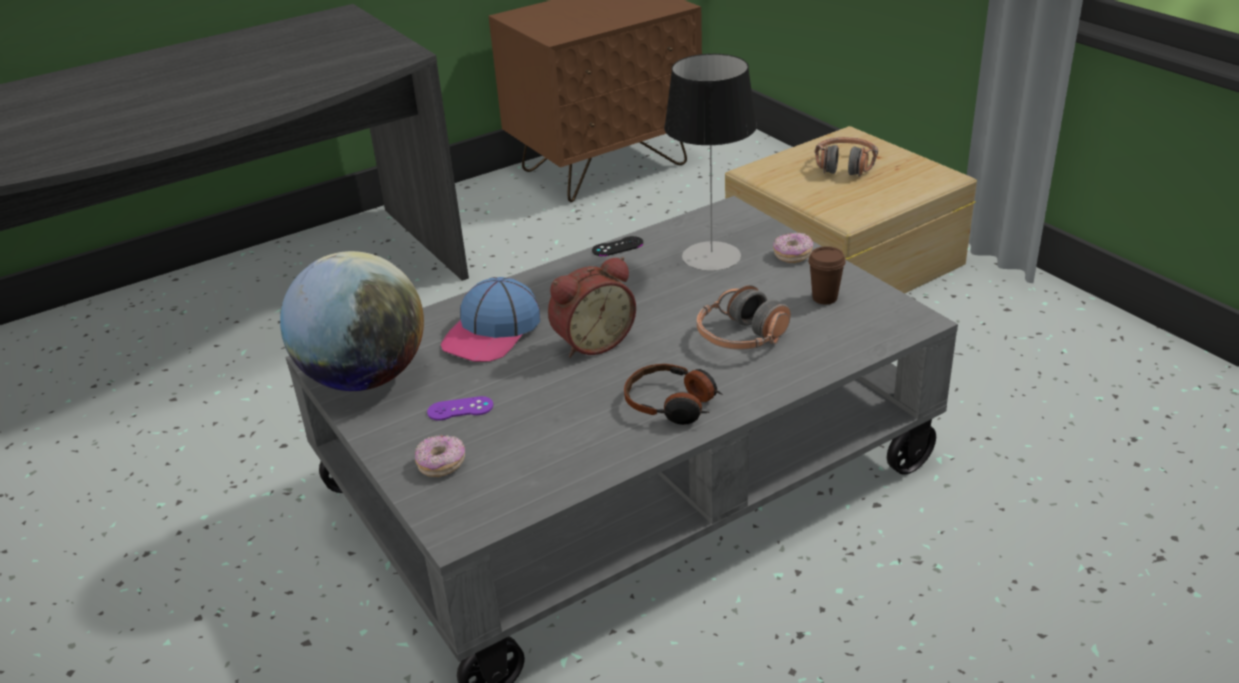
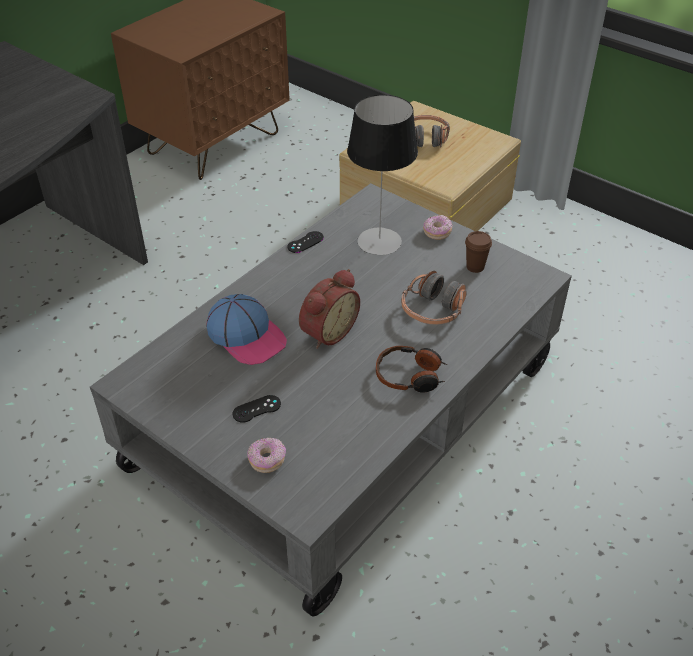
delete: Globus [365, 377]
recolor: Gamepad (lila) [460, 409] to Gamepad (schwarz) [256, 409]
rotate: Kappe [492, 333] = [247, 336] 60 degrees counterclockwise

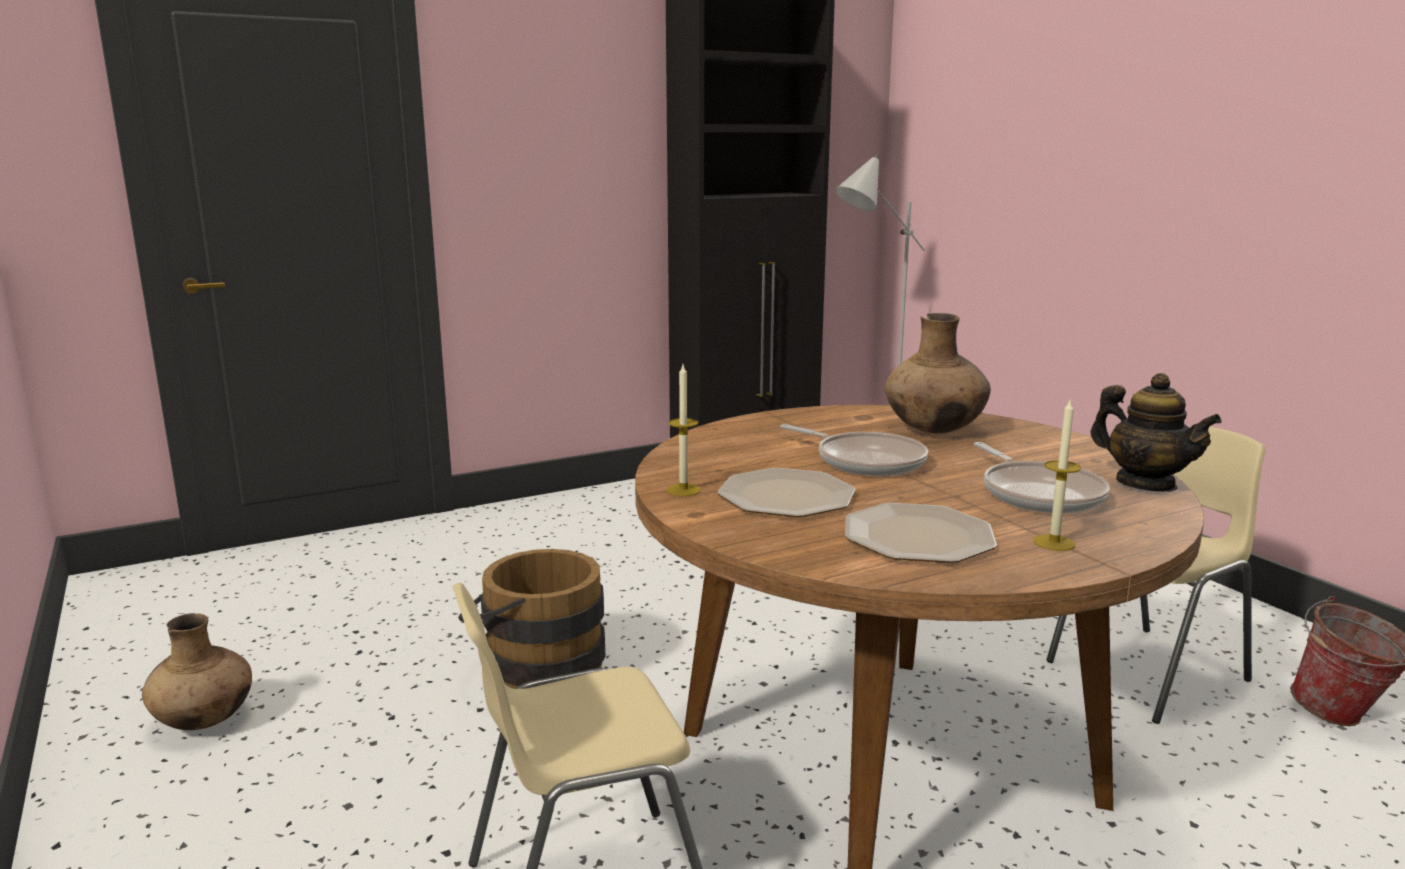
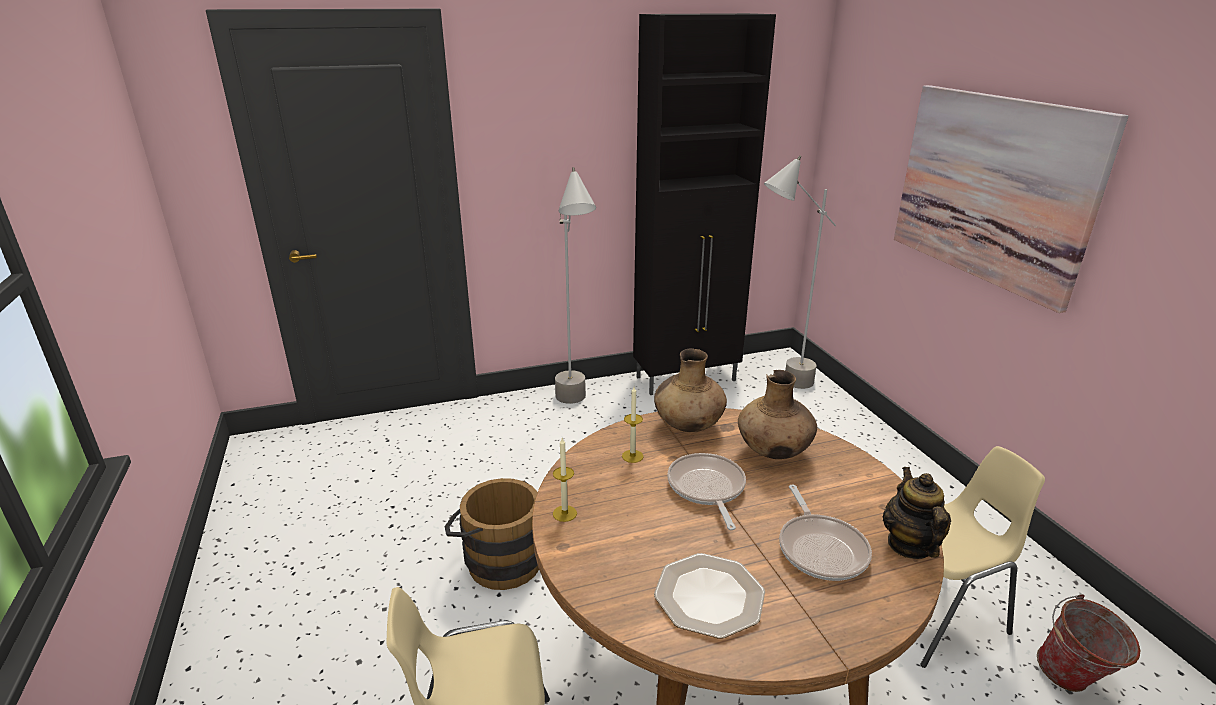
delete: Teller [787, 496]
insert: Stehlampe (grau) [575, 408]; Bild [991, 189]
move: Vase (braun) [204, 720] to [688, 425]; Kerze [1054, 543] to [632, 456]
rotate: Pfanne [865, 461] = [707, 488] 150 degrees counterclockwise; Teekanne [1145, 484] = [909, 545] 150 degrees counterclockwise

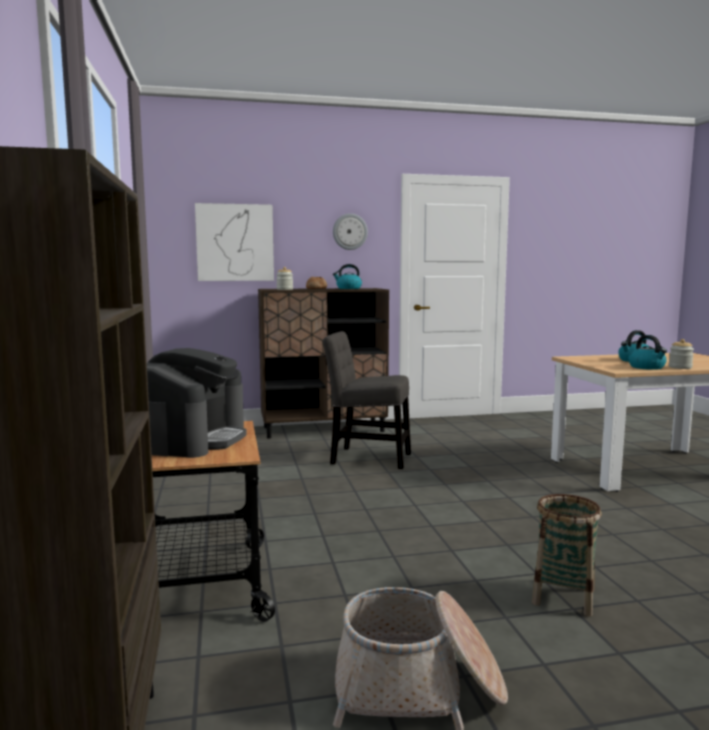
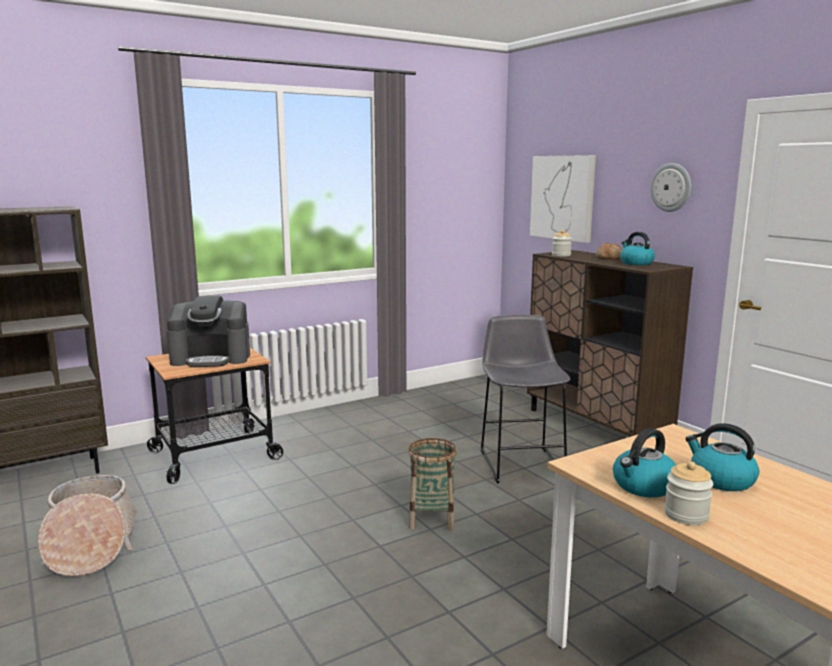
move: Korb [563, 597] to [431, 518]
replace: Stuhl (grau) [366, 458] to Hocker (grau) [521, 462]

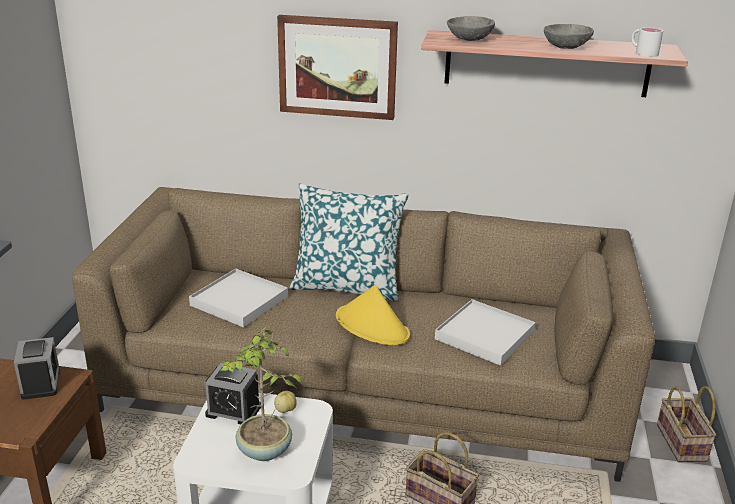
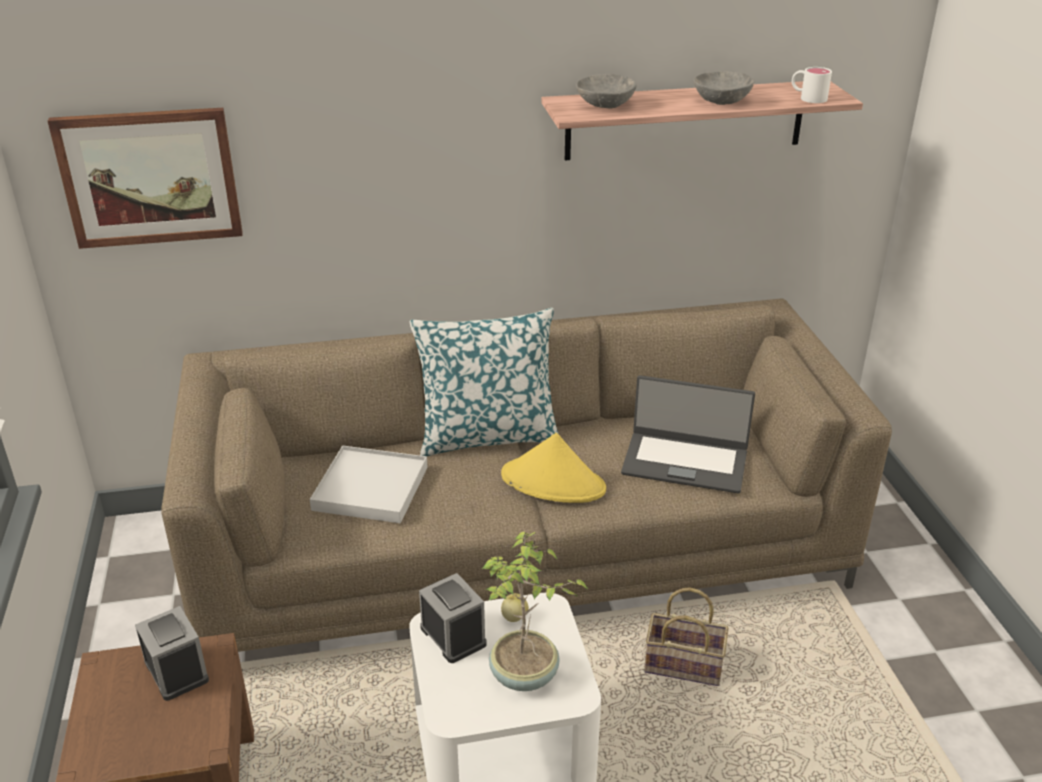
delete: Korb [683, 444]
move: Bild [337, 67] to [150, 177]
replace: Tablett (weiß) [485, 335] to Laptop [685, 462]
rotate: Wecker [233, 410] = [453, 636] 120 degrees counterclockwise

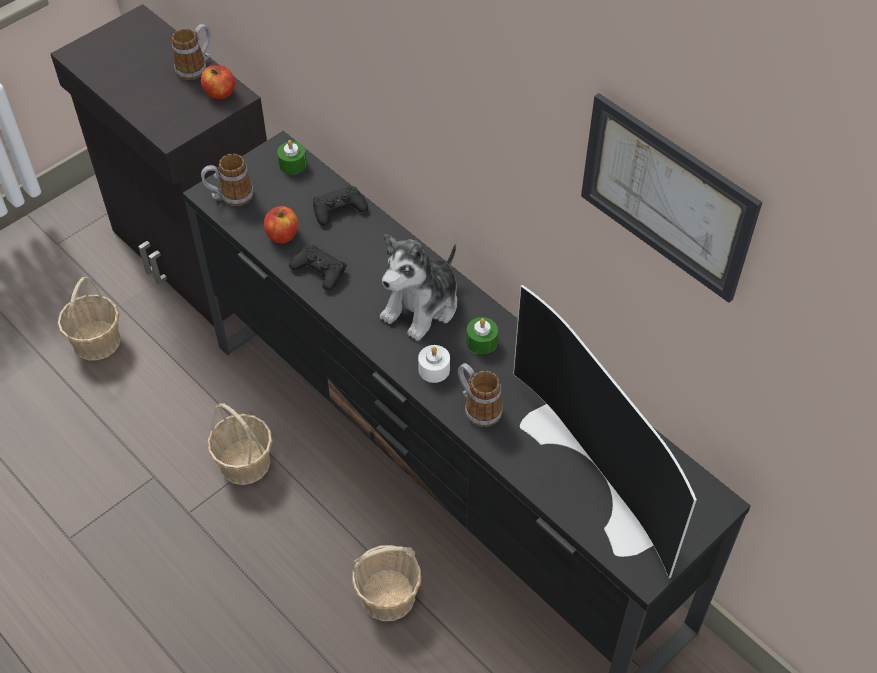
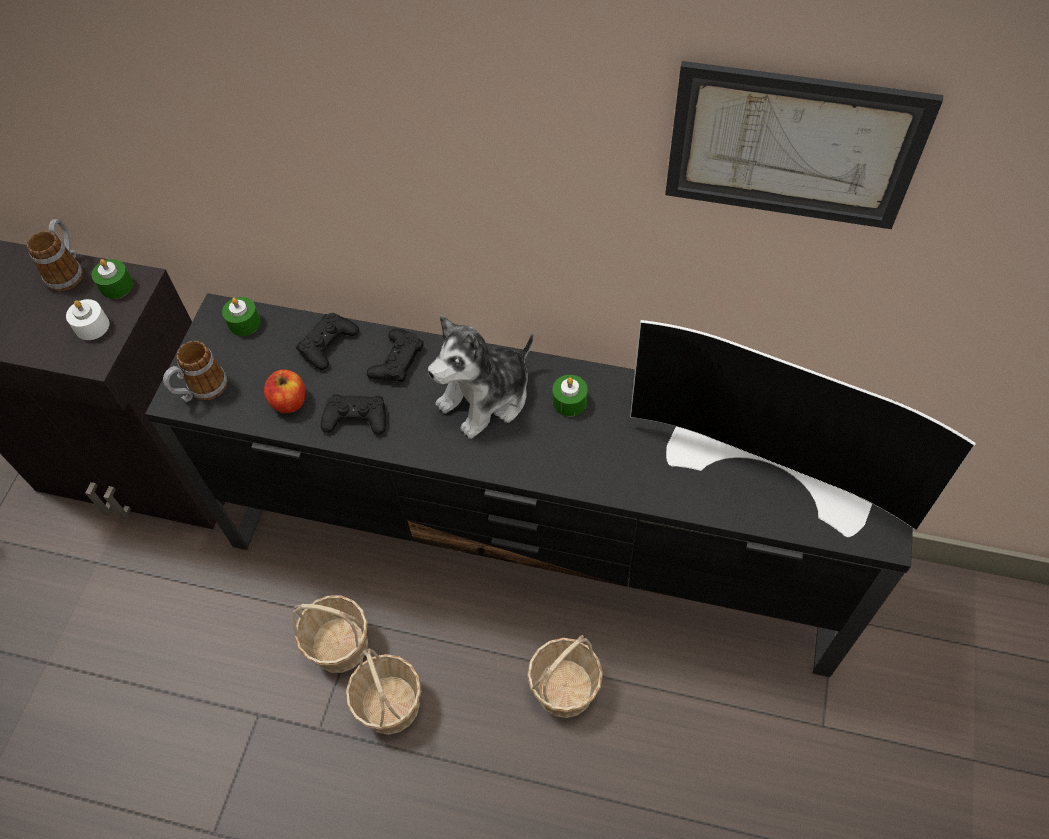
delete: Henkelbecher [477, 407]
insert: Gamepad (schwarz) [396, 360]
move: Korb [97, 341] to [390, 704]; Kerze (weiß) [434, 369] to [92, 326]
replace: Apfel [220, 93] to Kerze (grün) [116, 286]
rotate: Plüschtier [422, 306] = [486, 398] 45 degrees clockwise

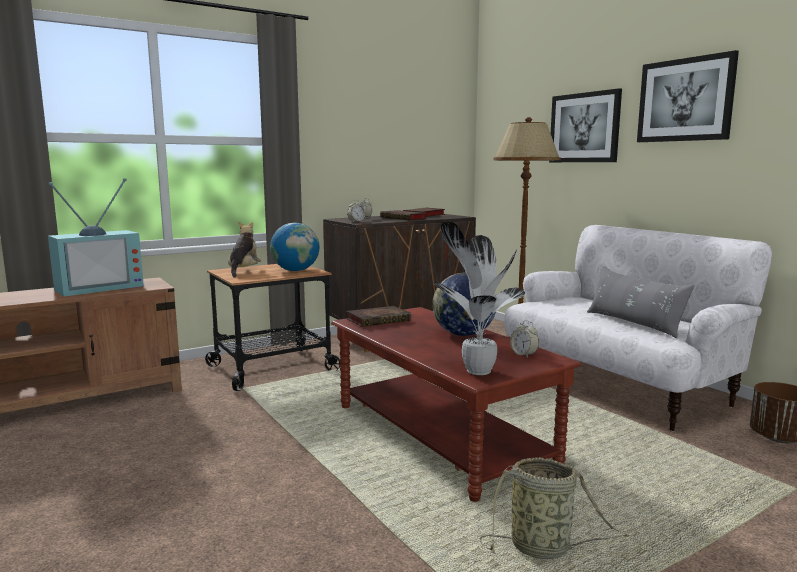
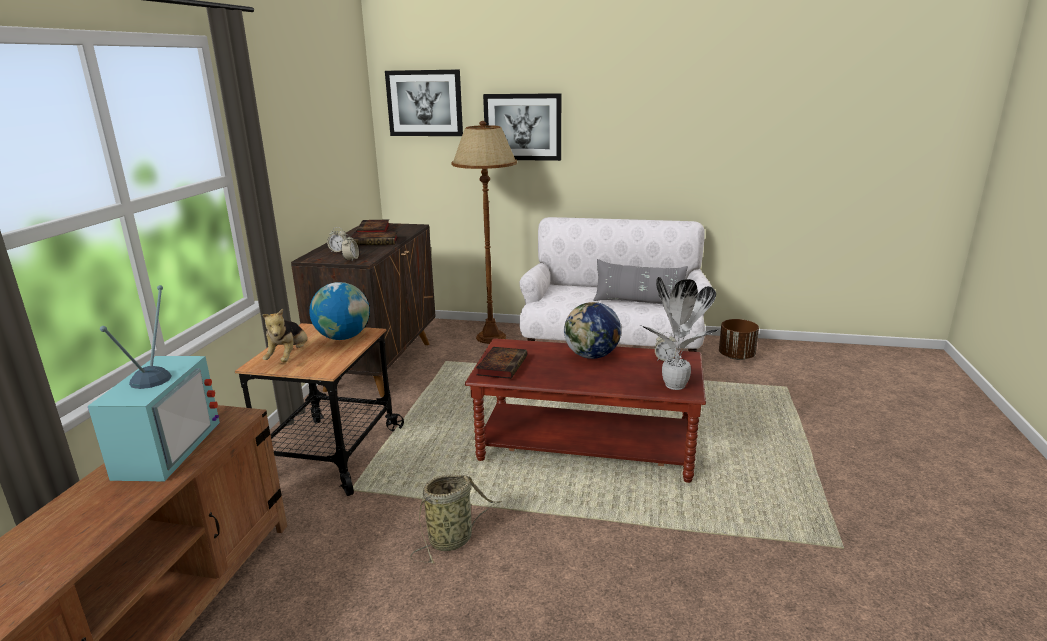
move: Korb [544, 548] to [453, 539]; Bild [685, 100] to [424, 103]
rotate: Plüschtier [244, 271] = [289, 357] 135 degrees counterclockwise

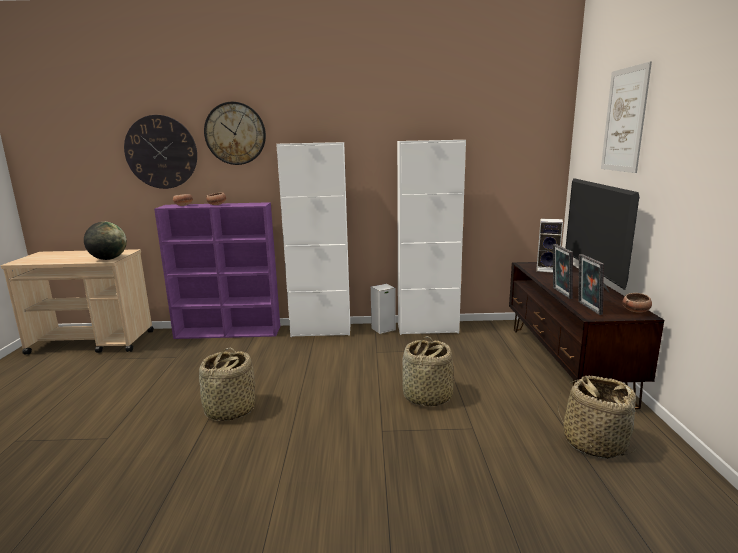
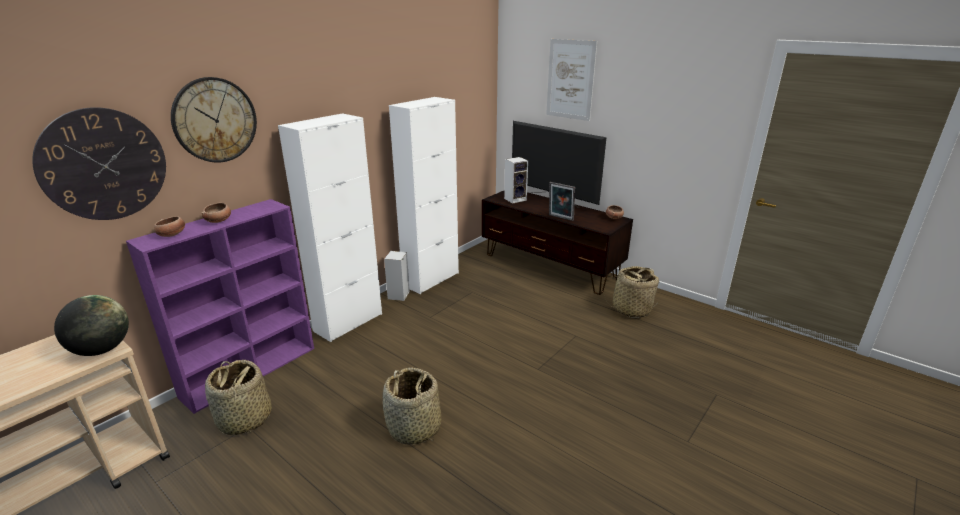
delete: Bilderrahmen [587, 308]
move: Korb [426, 396] to [244, 419]

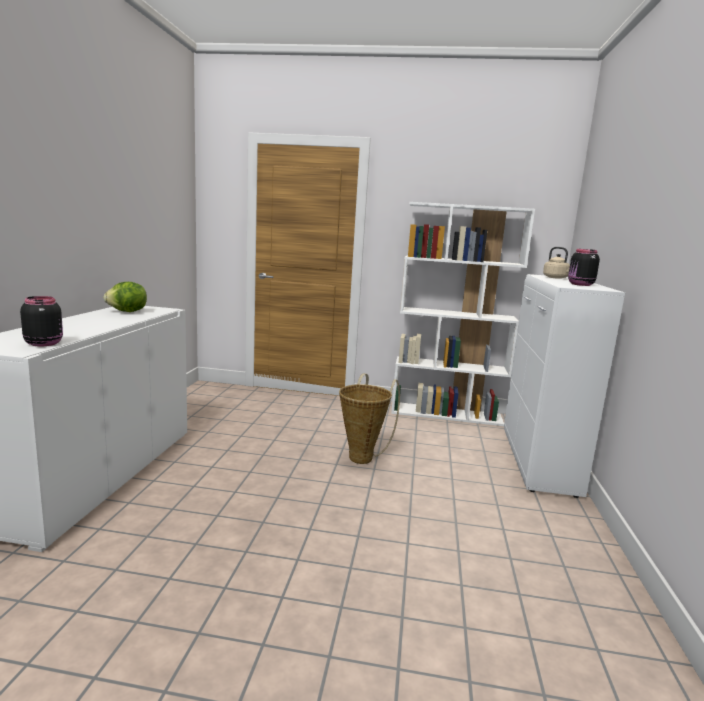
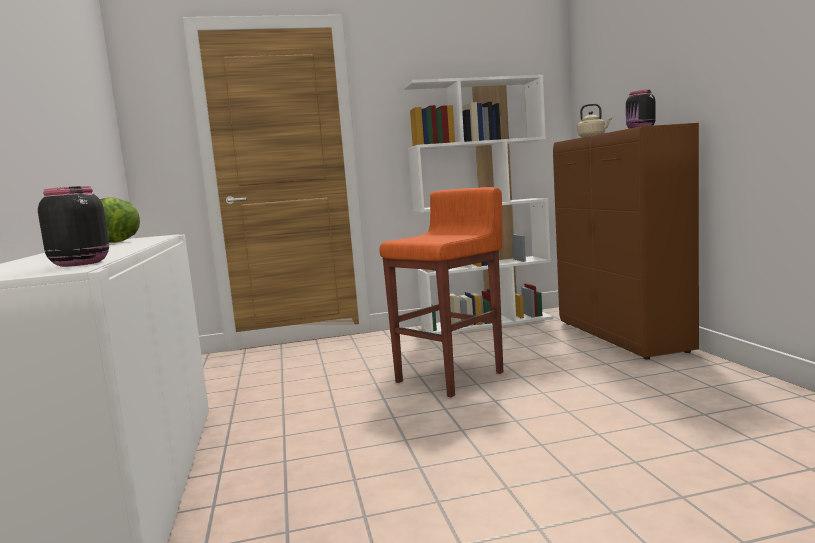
replace: Korb [363, 456] to Hocker (orange) [451, 377]
recolor: Schrank (weiß) [539, 463] to Schrank (braun) [622, 337]

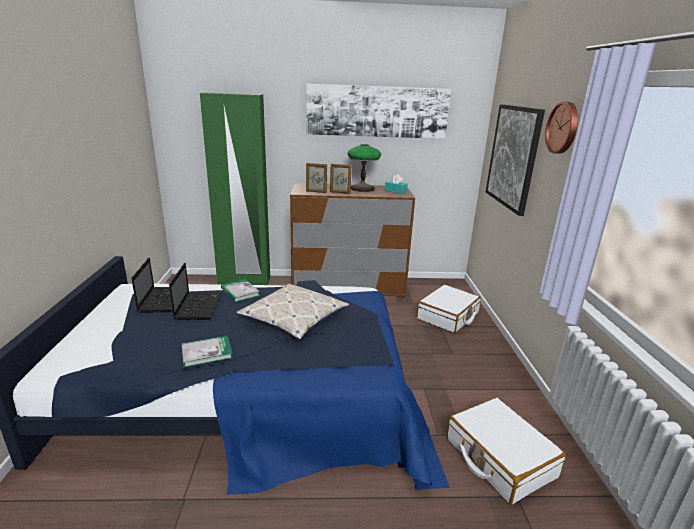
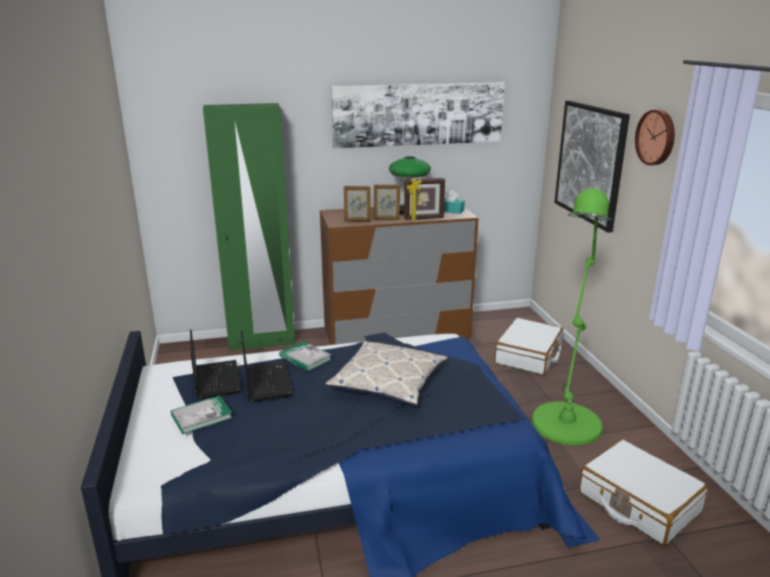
insert: Bilderrahmen [424, 218]; Stehlampe (grün) [567, 418]
move: Buch [207, 353] to [202, 416]

